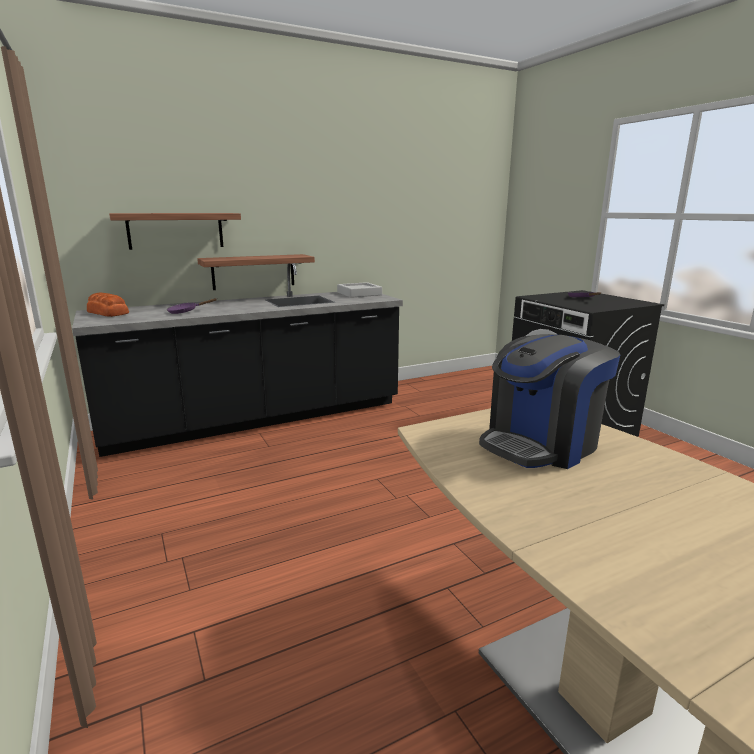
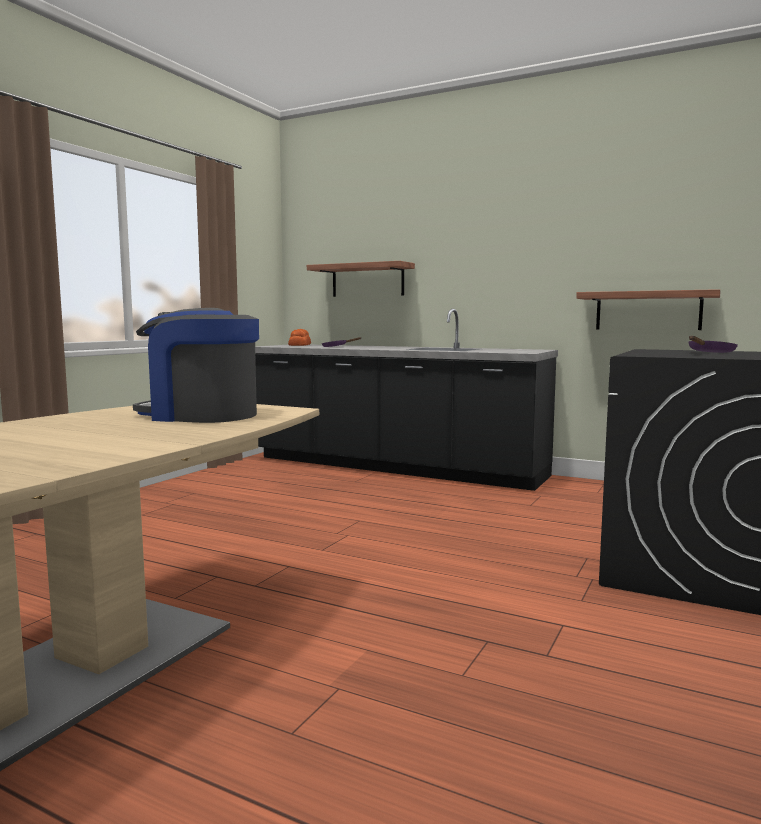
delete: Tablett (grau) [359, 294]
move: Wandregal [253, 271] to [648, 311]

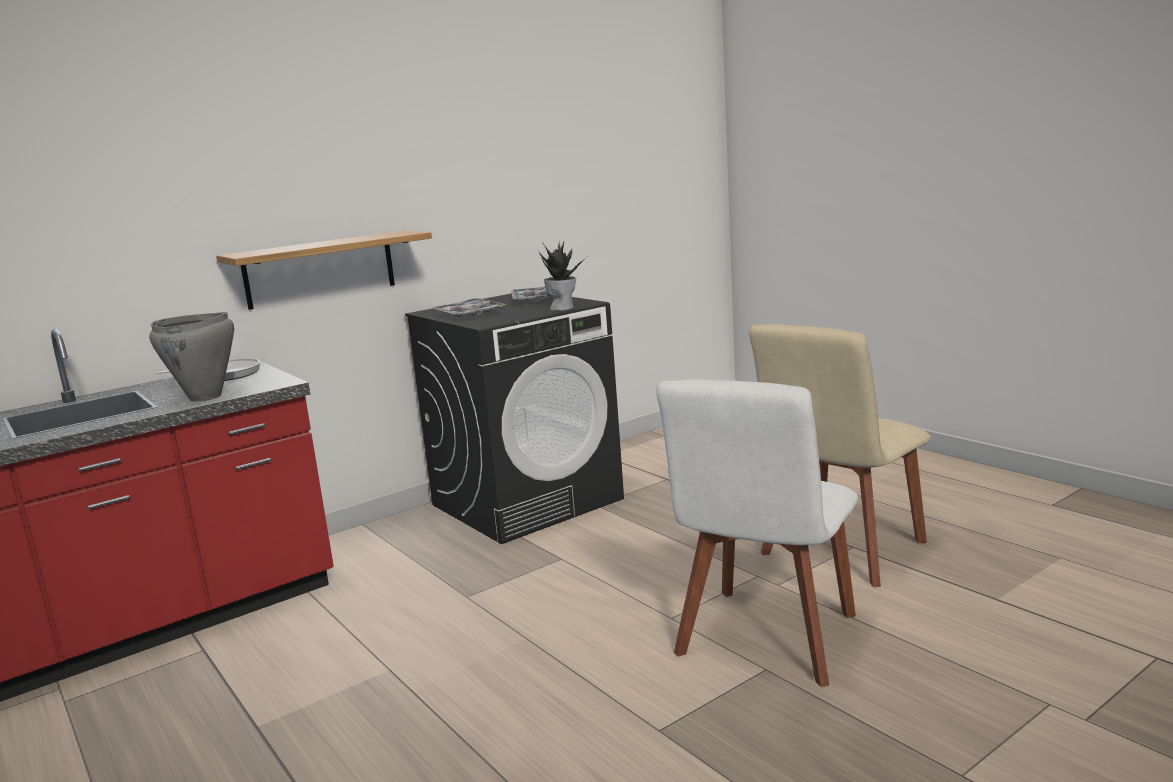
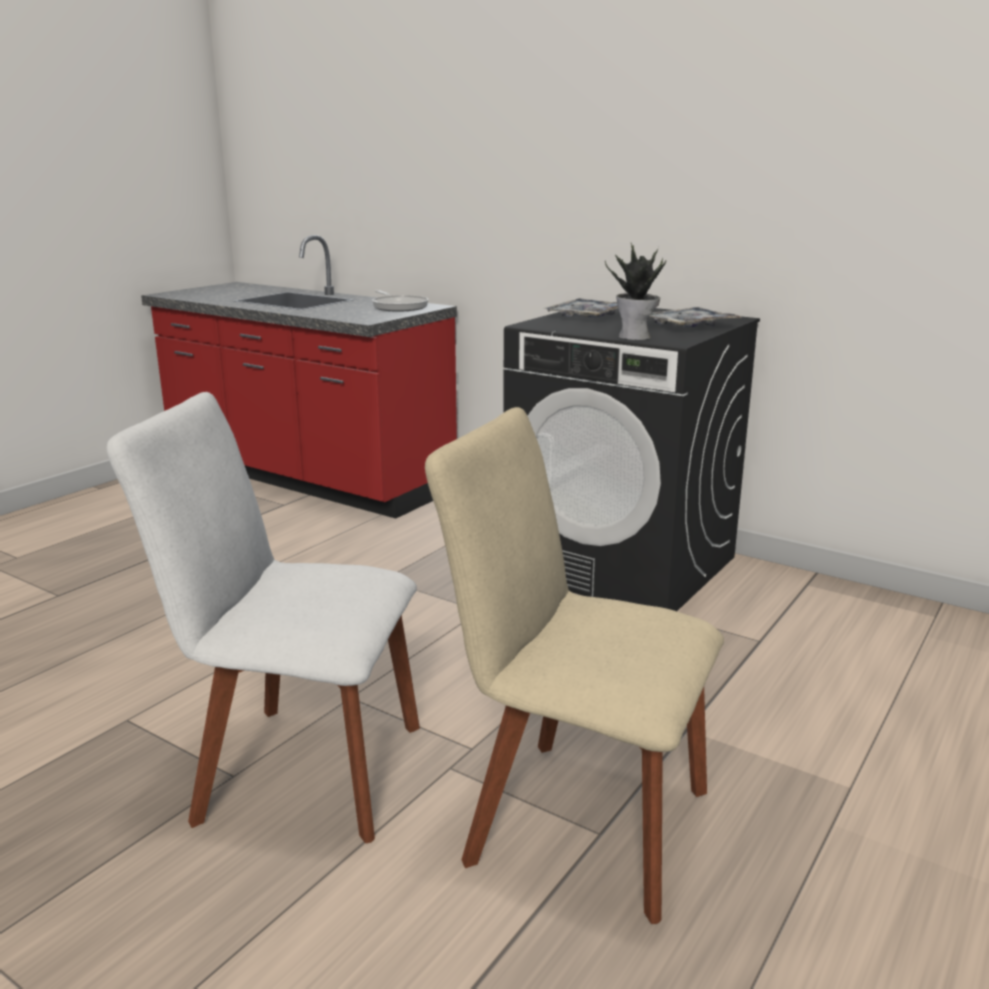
delete: Kochtopf (grau) [205, 397]; Wandregal [320, 269]

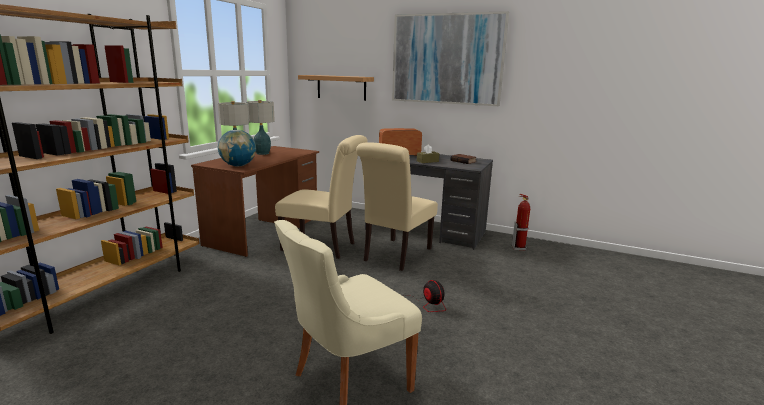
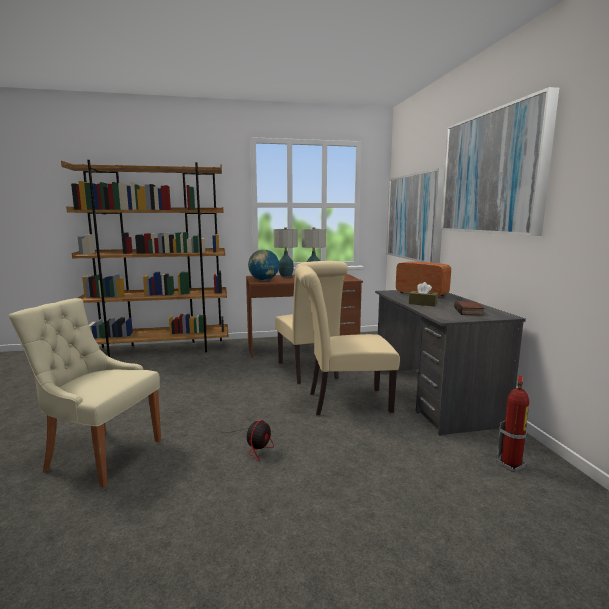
replace: Wandregal [341, 87] to Bild [415, 217]

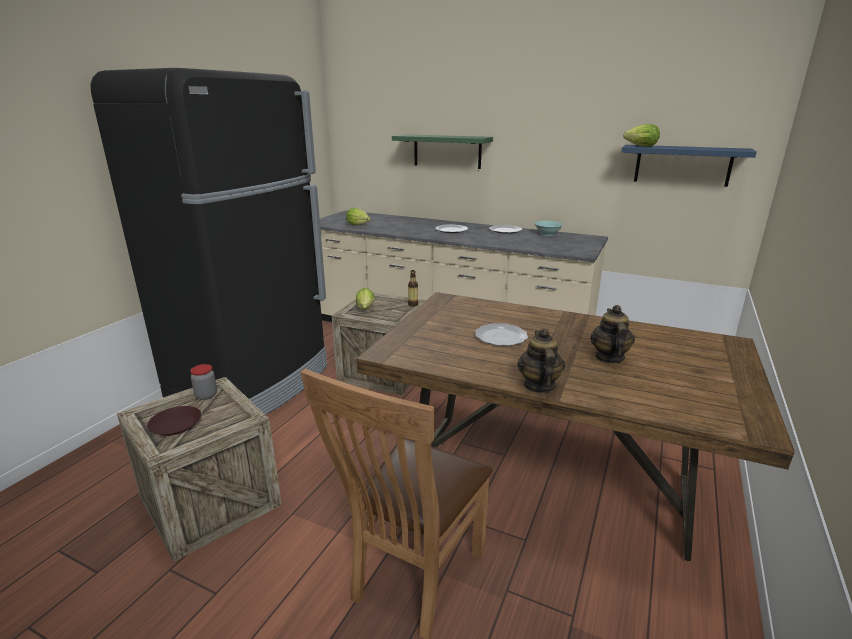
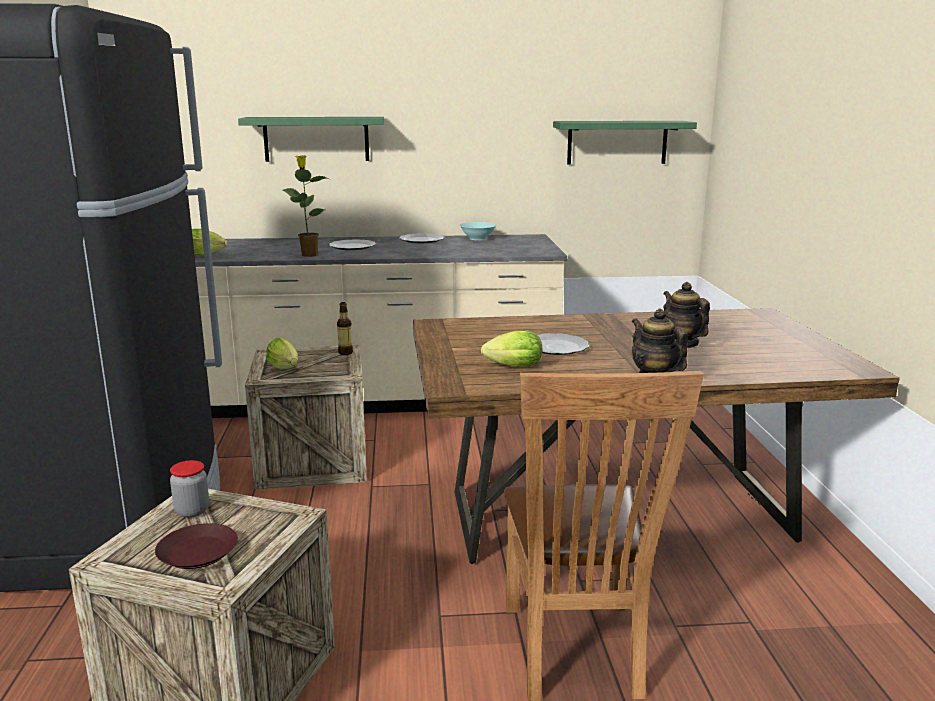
insert: Topfpflanze [309, 254]
move: Salatkopf [639, 146] to [511, 367]
recolor: Wandregal (blau) [682, 165] to Wandregal (grün) [617, 142]

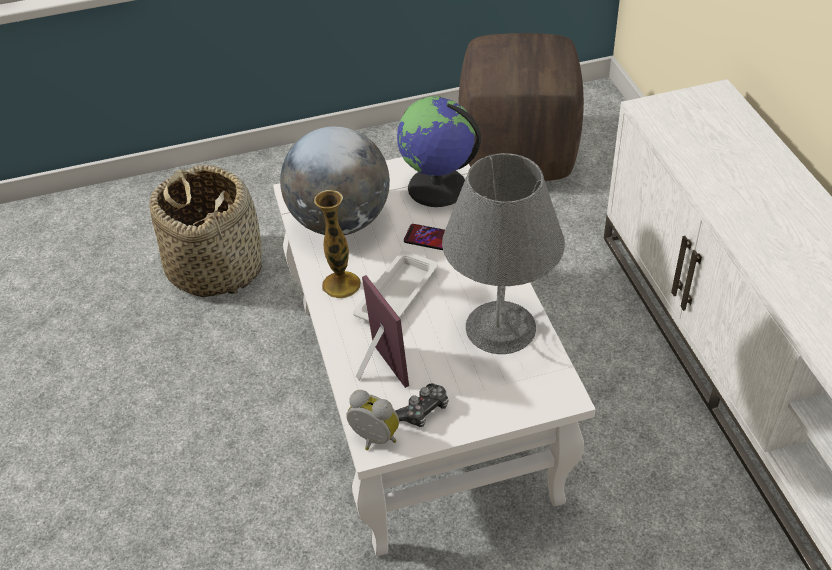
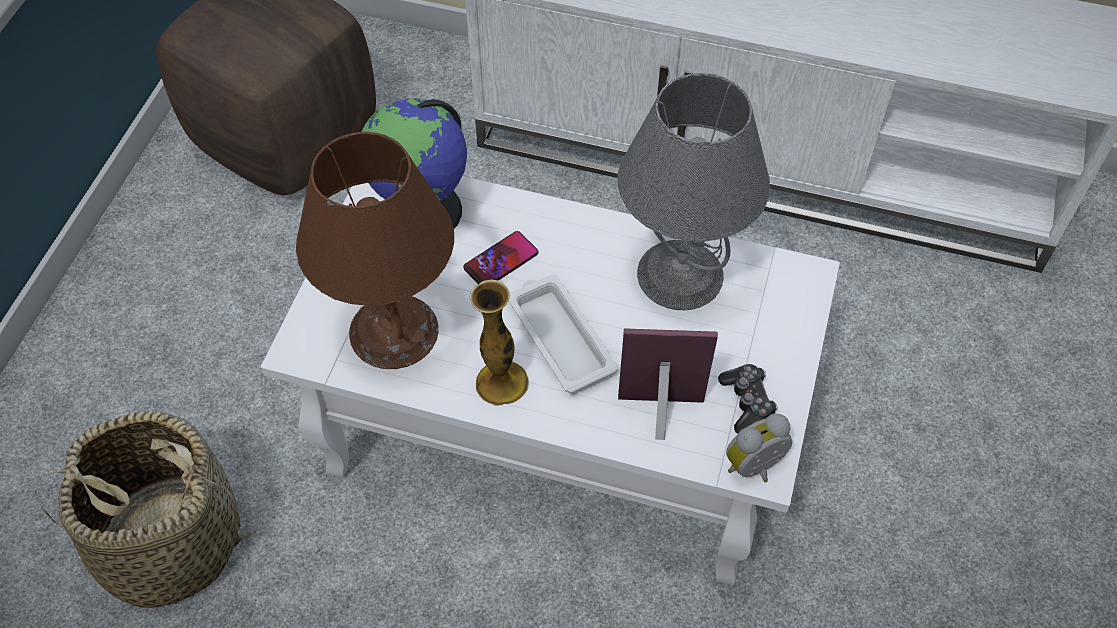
replace: Globus [340, 221] to Tischlampe (braun) [395, 331]

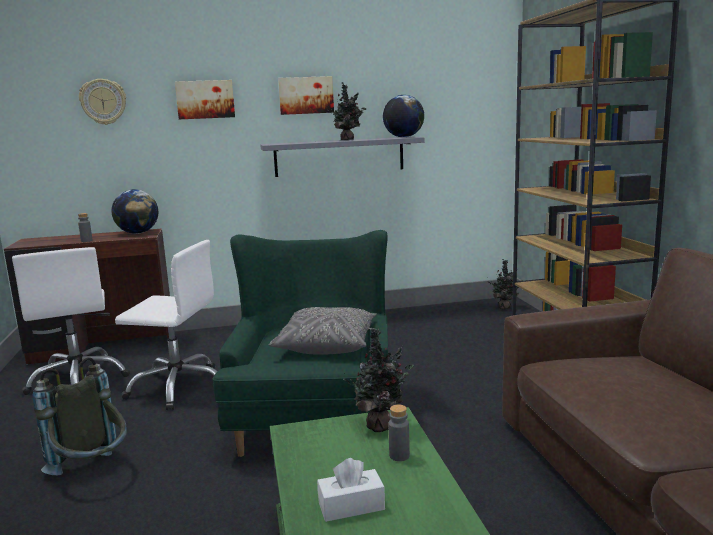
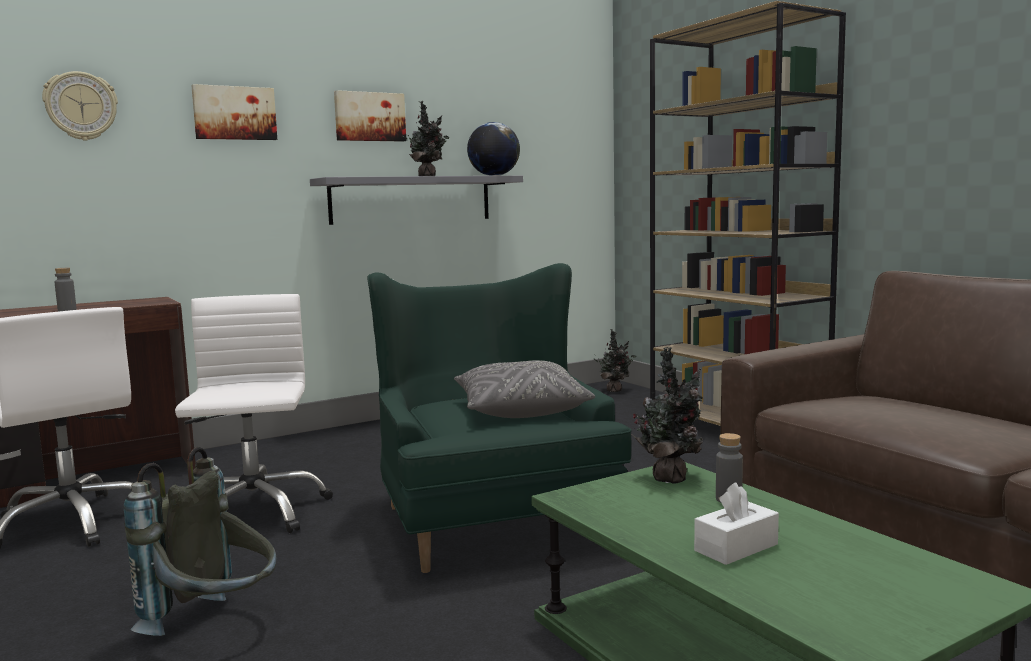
delete: Globus [138, 233]
rotate: Bürostuhl (weiß) [178, 386] = [253, 512] 90 degrees counterclockwise

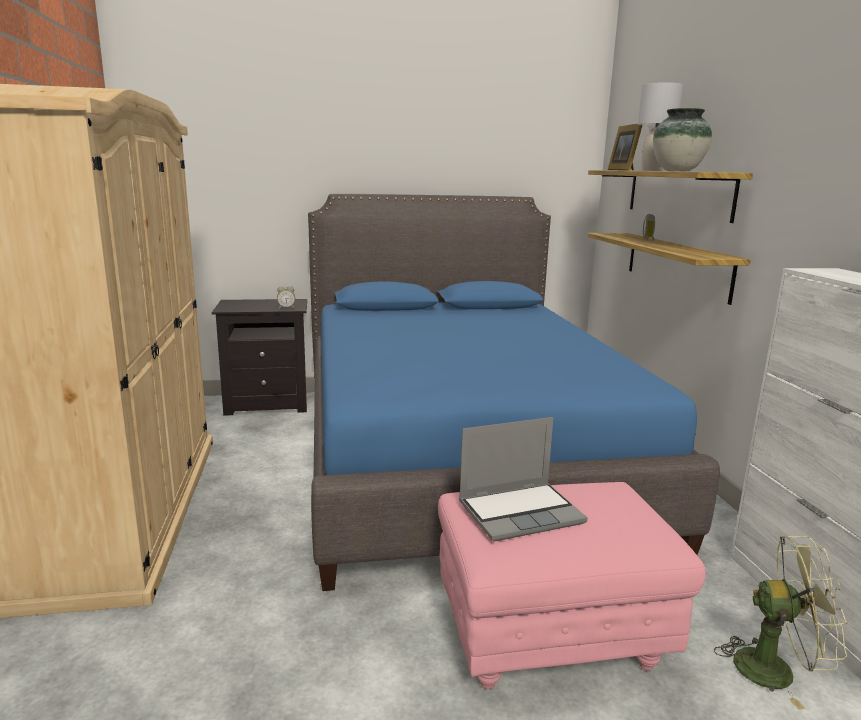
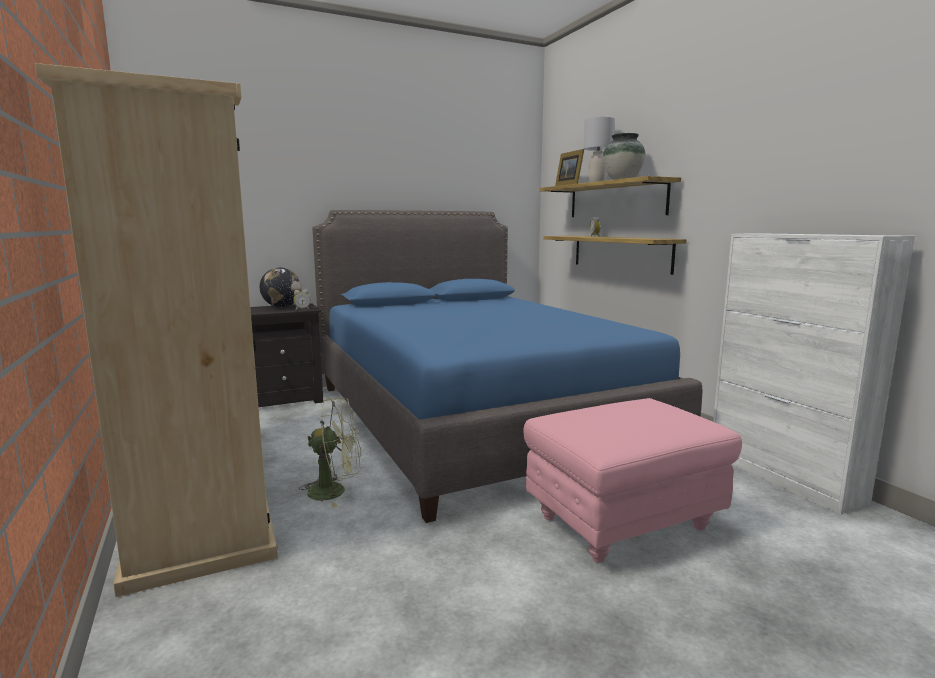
delete: Laptop [521, 512]
insert: Globus [282, 307]
move: Ventilator (grün) [776, 669] to [335, 491]

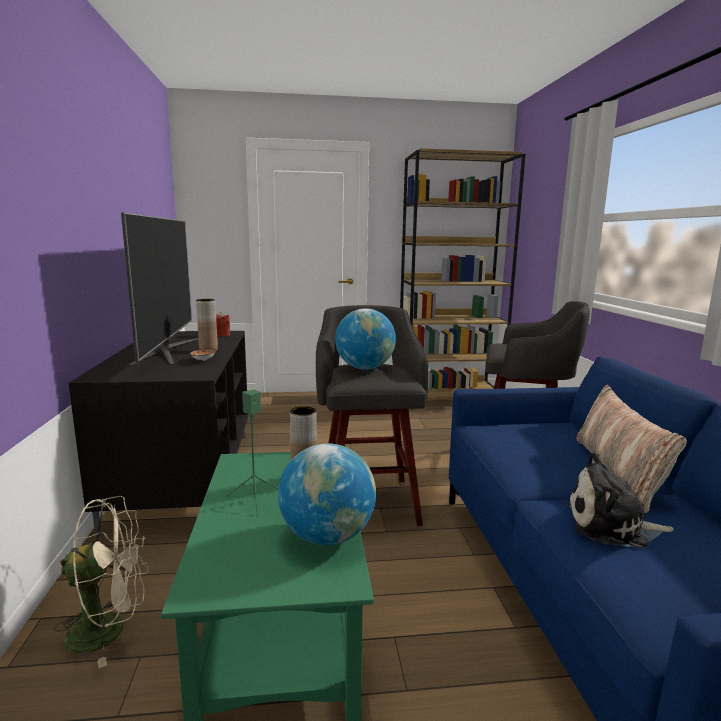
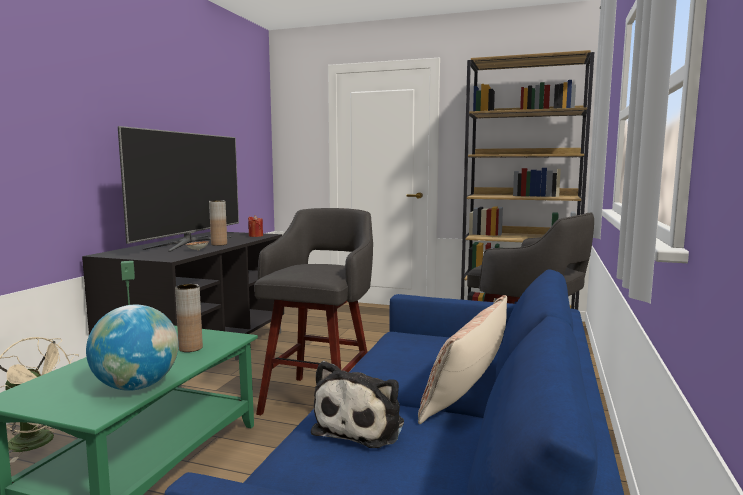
delete: Globus [364, 368]
rotate: Plüschtier [611, 525] = [362, 426] 105 degrees counterclockwise

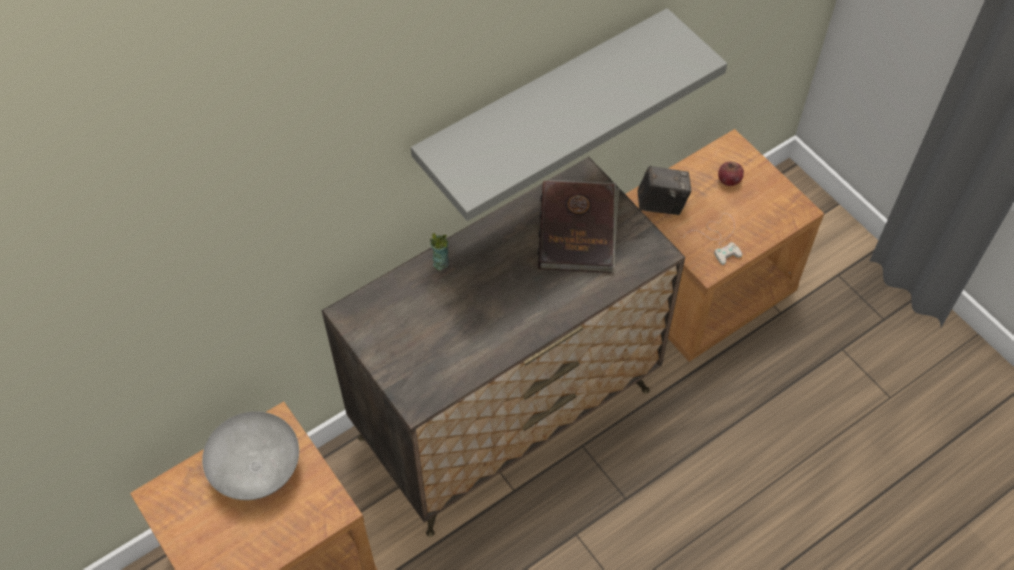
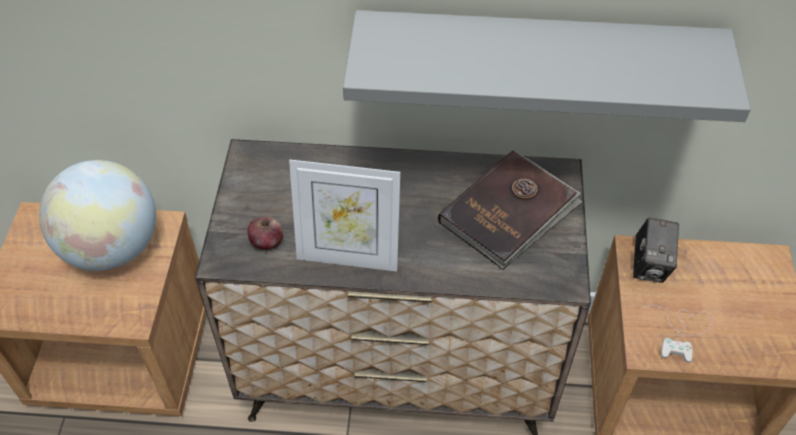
delete: Tasse [440, 263]
insert: Bilderrahmen [348, 256]
move: Apfel [729, 180] to [267, 242]
replace: Schüssel (grau) [255, 471] to Globus [112, 247]
rotate: Kamera [661, 204] = [649, 265] 60 degrees clockwise

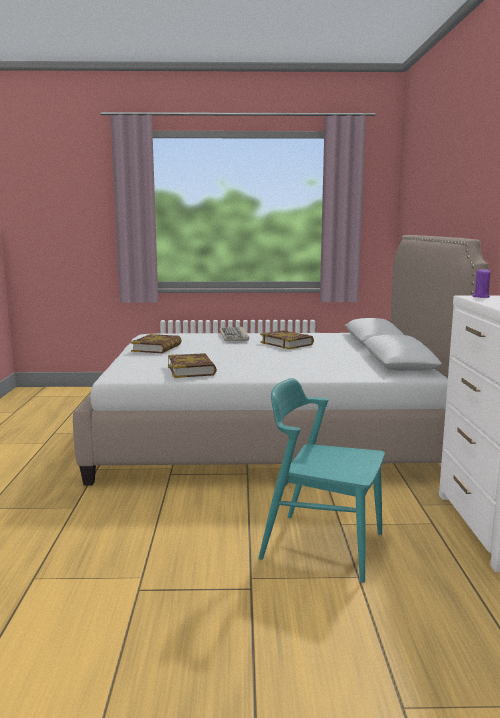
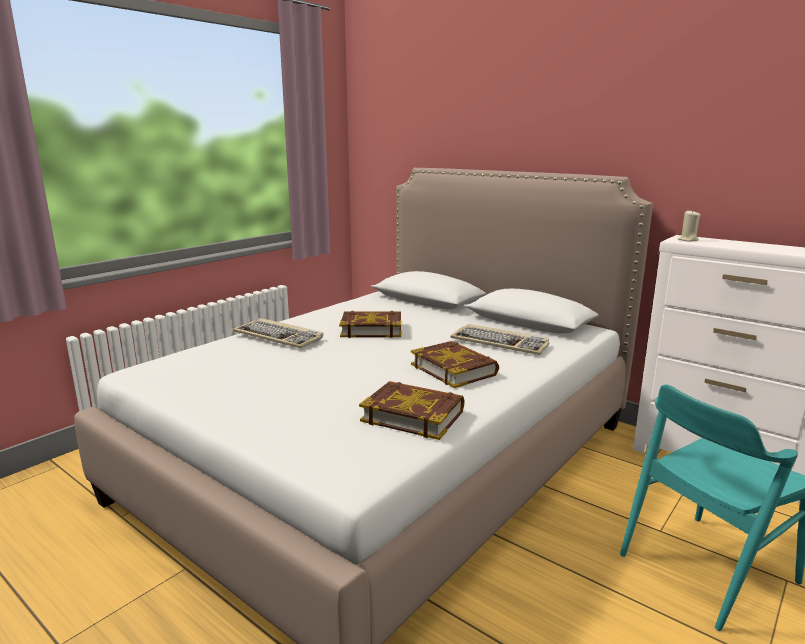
insert: Tastatur [500, 343]
move: Buch [157, 348] to [454, 369]
recolor: Kerze (lila) [480, 297] to Kerze (beige) [687, 240]

